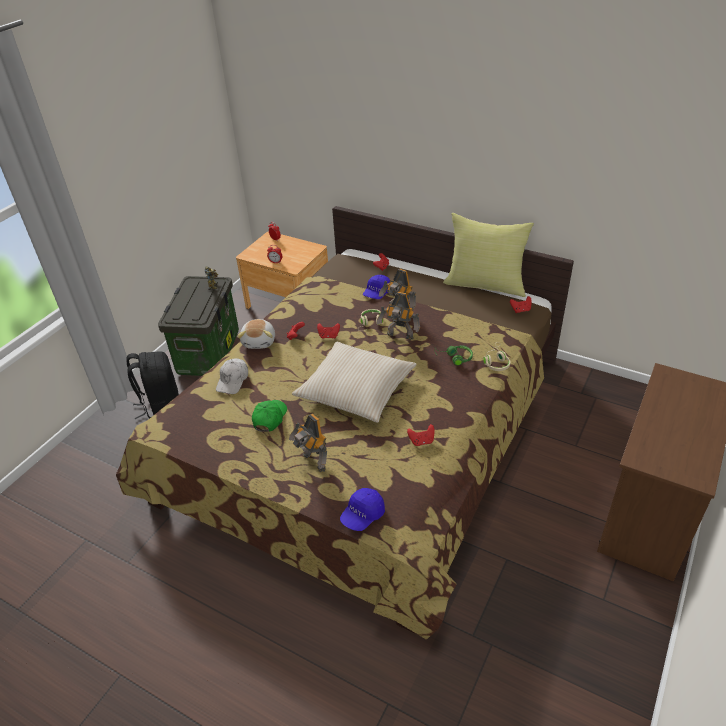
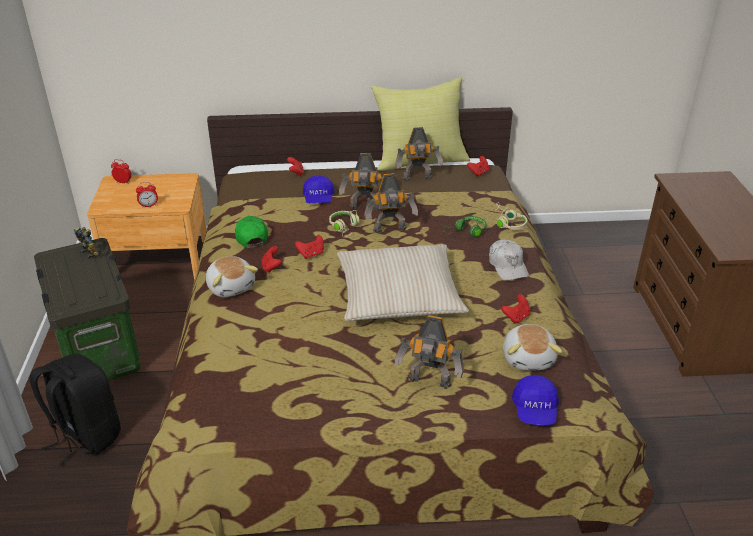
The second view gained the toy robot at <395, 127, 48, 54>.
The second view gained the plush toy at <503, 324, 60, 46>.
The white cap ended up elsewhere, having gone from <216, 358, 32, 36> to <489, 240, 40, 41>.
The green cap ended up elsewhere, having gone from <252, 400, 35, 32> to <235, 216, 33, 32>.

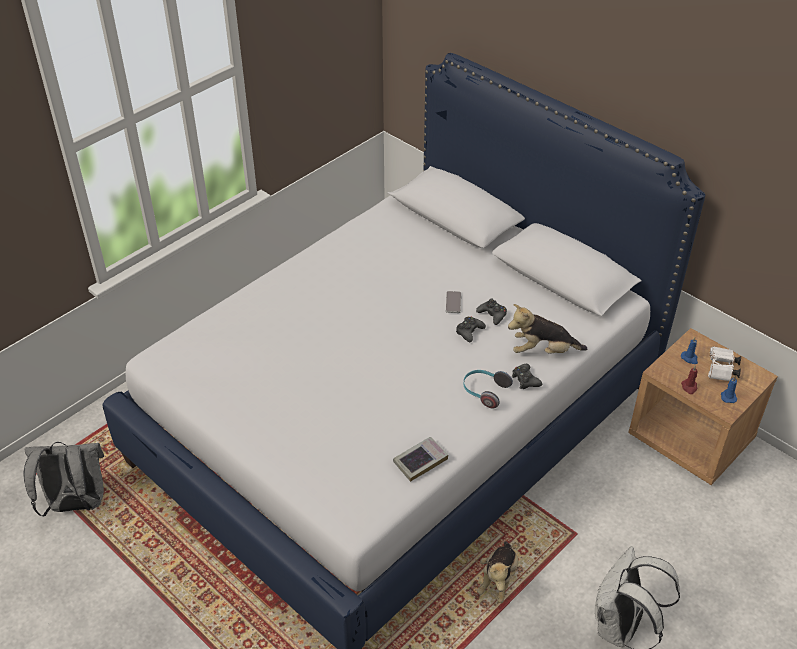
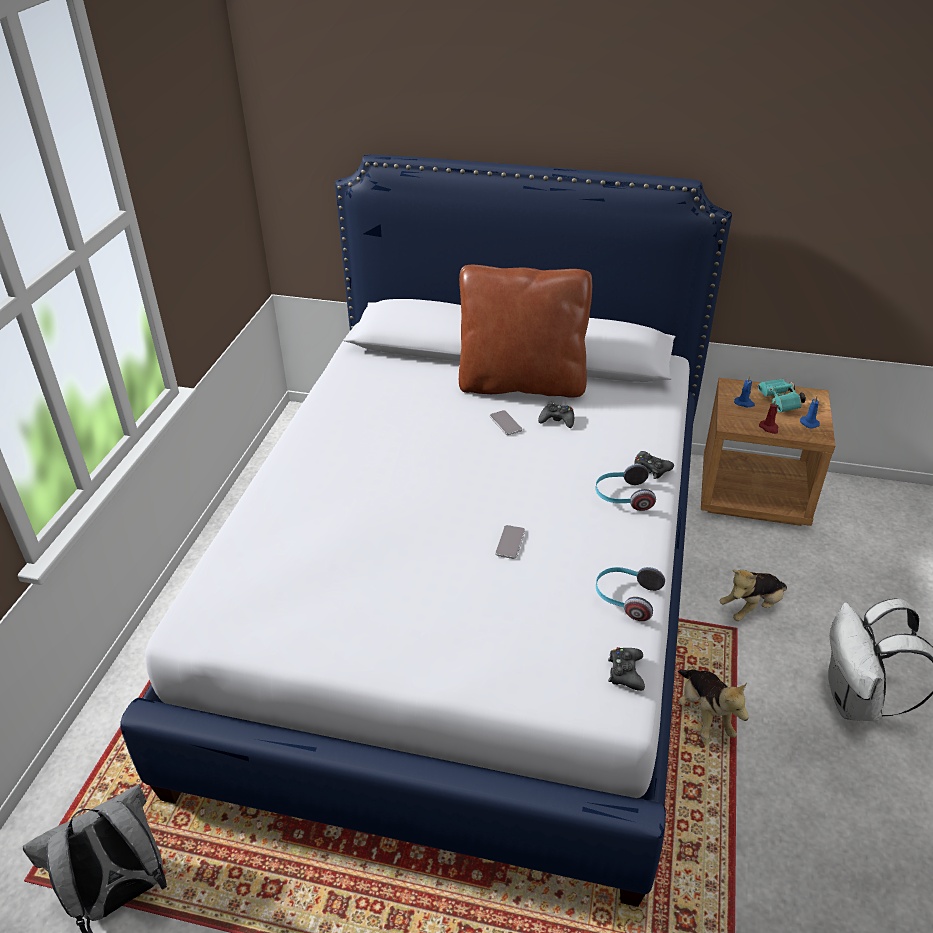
The second view gained the brown pillow at <459, 265, 133, 133>.
The second view gained the phone at <495, 525, 30, 34>.
The black game controller ended up elsewhere, having gone from <456, 316, 30, 26> to <608, 647, 37, 44>.
The plush toy ended up elsewhere, having gone from <508, 304, 79, 50> to <720, 570, 67, 51>.
Where the book stood at <393, 437, 56, 45>, the headphones came to stand at <596, 567, 69, 54>.
What was the white binoculars at <708, 346, 33, 35> turned into the turquoise binoculars at <757, 379, 49, 34>.

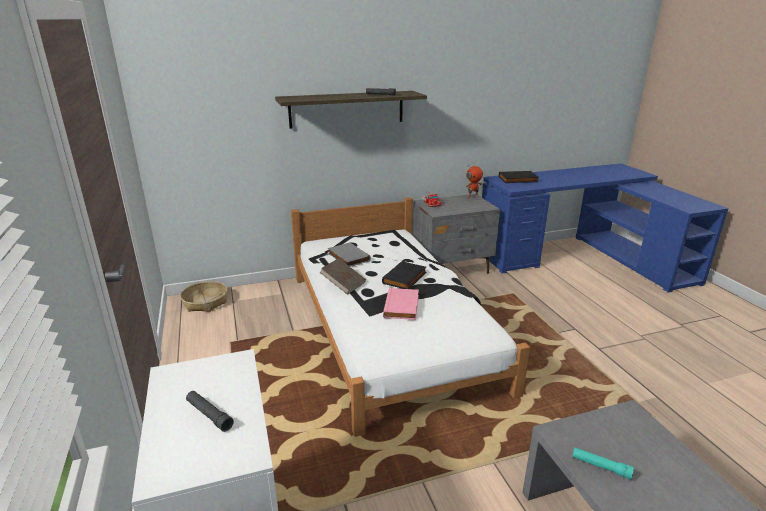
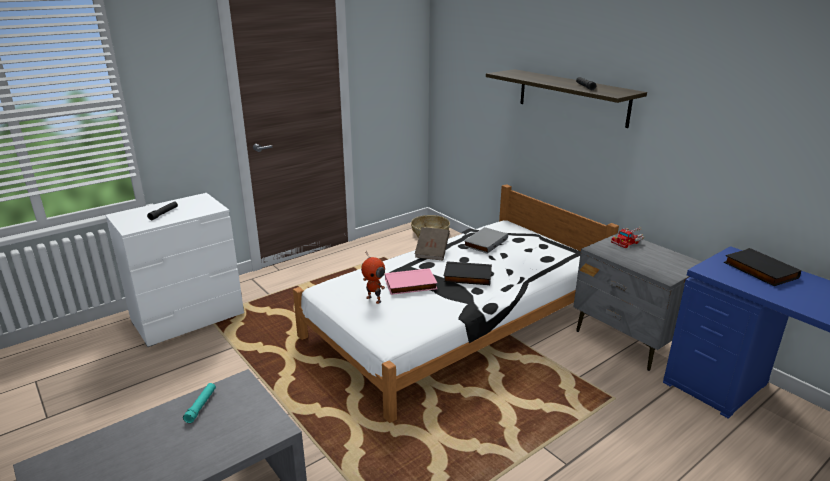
The toy robot ended up elsewhere, having gone from <465, 165, 18, 34> to <361, 251, 24, 53>.

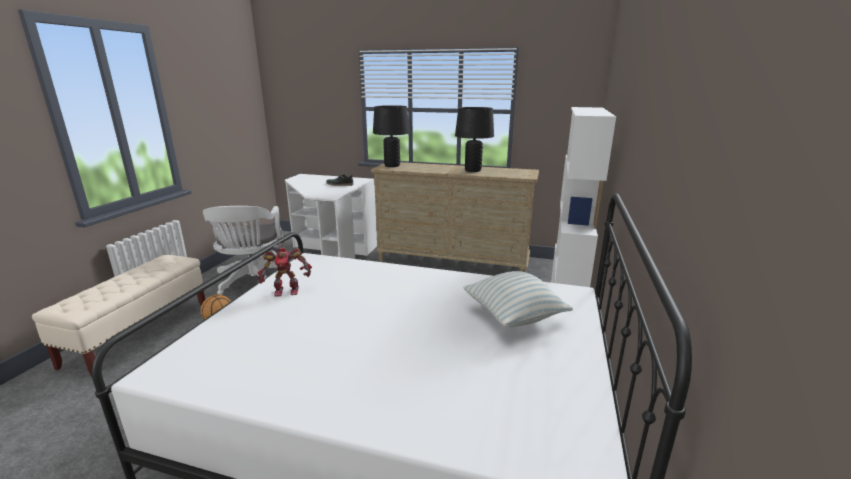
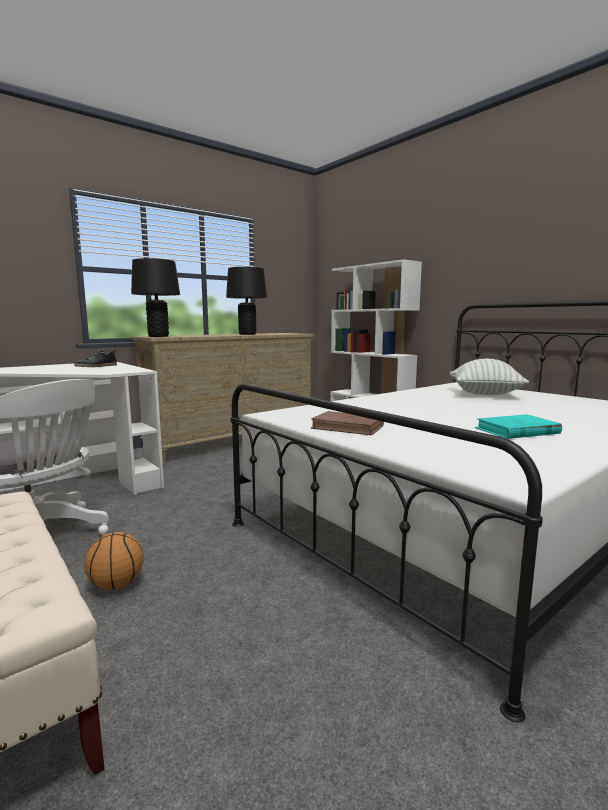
The second view gained the turquoise book at <475, 414, 87, 25>.
Where the toy robot stood at <258, 243, 54, 54>, the brown book came to stand at <311, 411, 73, 24>.

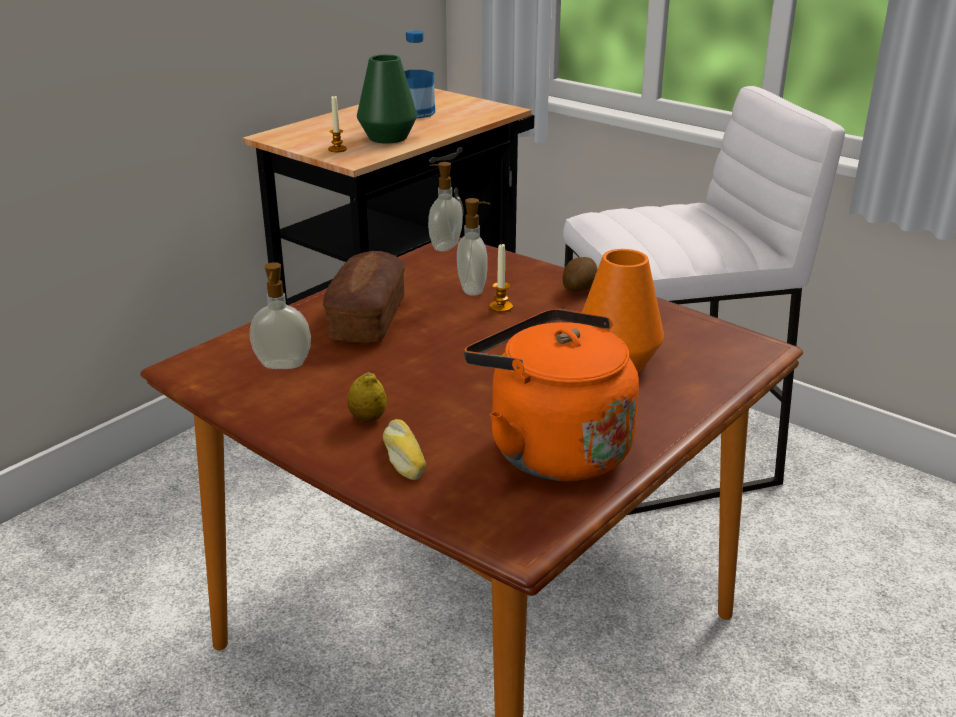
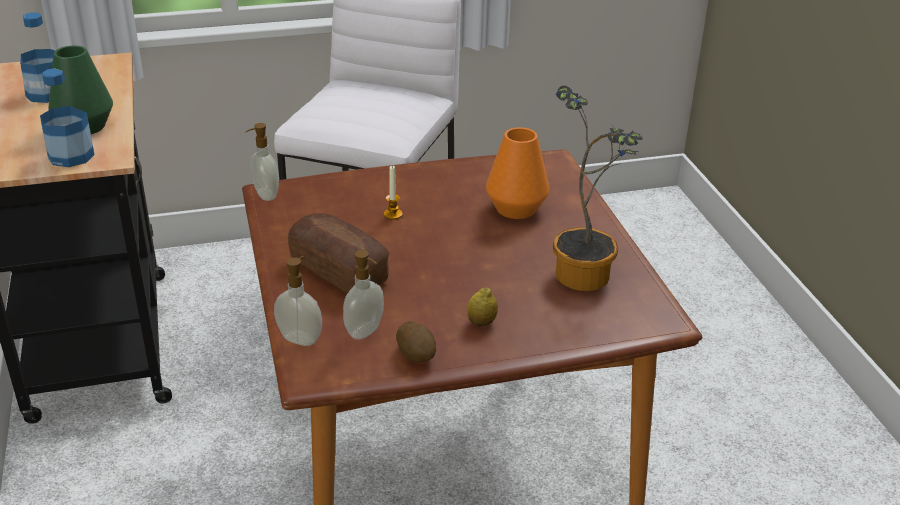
The second view lost the bread at <383, 419, 43, 61>.
The soap dispenser ended up elsewhere, having gone from <457, 198, 33, 98> to <274, 255, 48, 91>.
The potato ended up elsewhere, having gone from <563, 257, 35, 34> to <396, 321, 40, 41>.
Where the candle stood at <328, 96, 19, 56>, the bottle came to stand at <40, 68, 55, 99>.
Where the orange kettle stood at <464, 309, 175, 172>, the potted plant came to stand at <553, 85, 90, 206>.

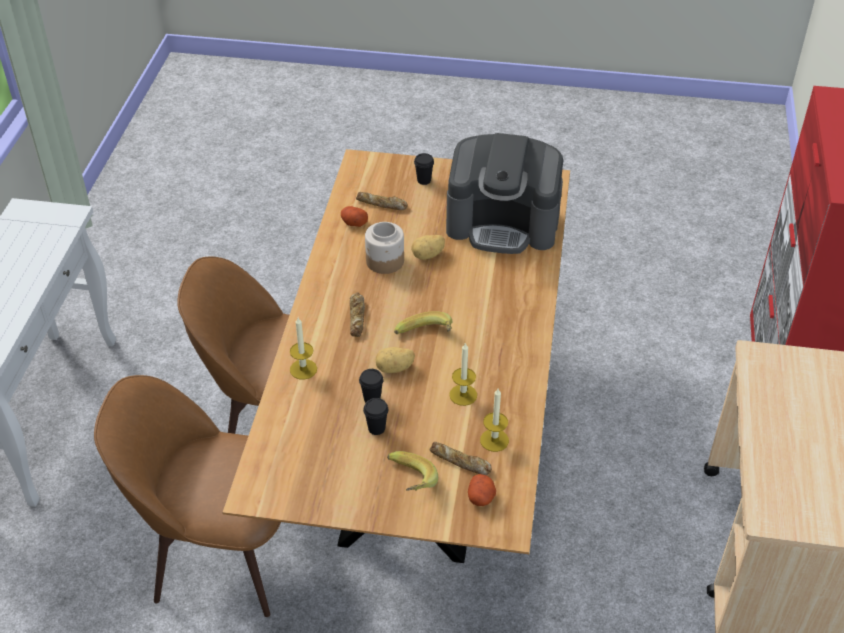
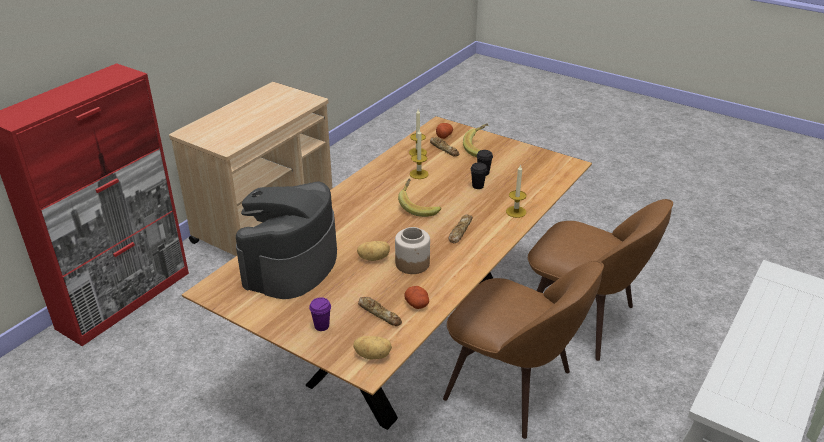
The potato ended up elsewhere, having gone from <376, 347, 39, 26> to <353, 336, 39, 24>.
What was the black cup at <414, 153, 20, 32> turned into the purple cup at <309, 297, 22, 34>.
The coffee machine at <446, 133, 117, 121> ended up facing another way, 105 degrees counterclockwise from before.

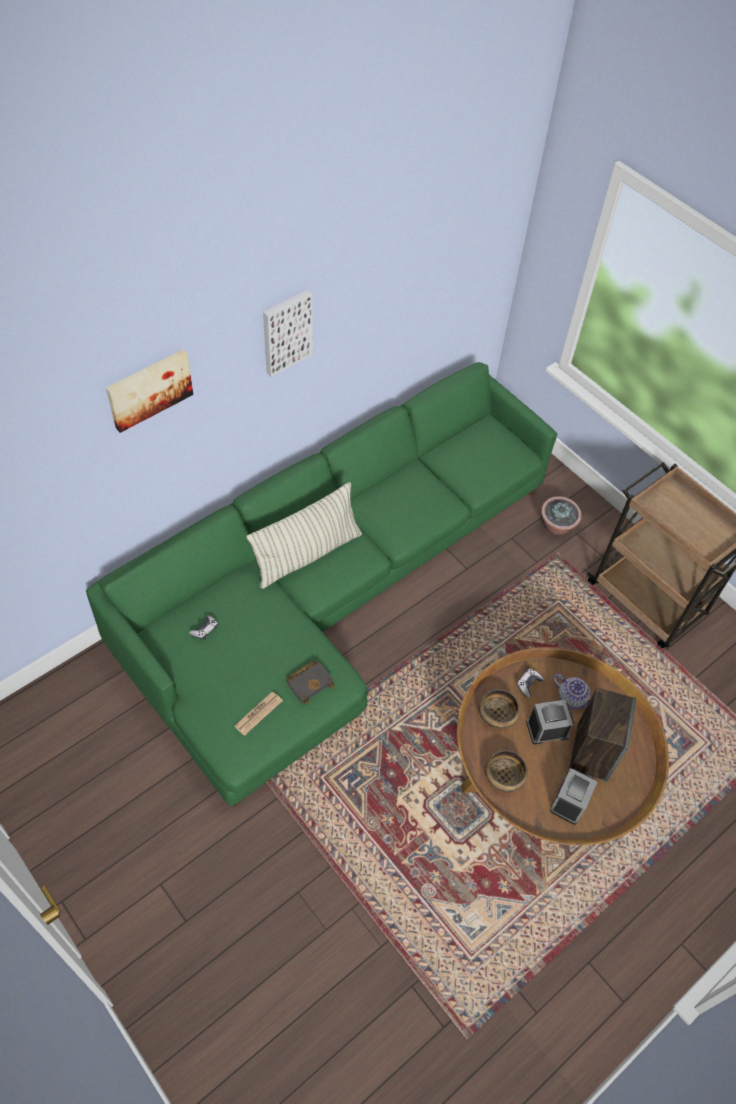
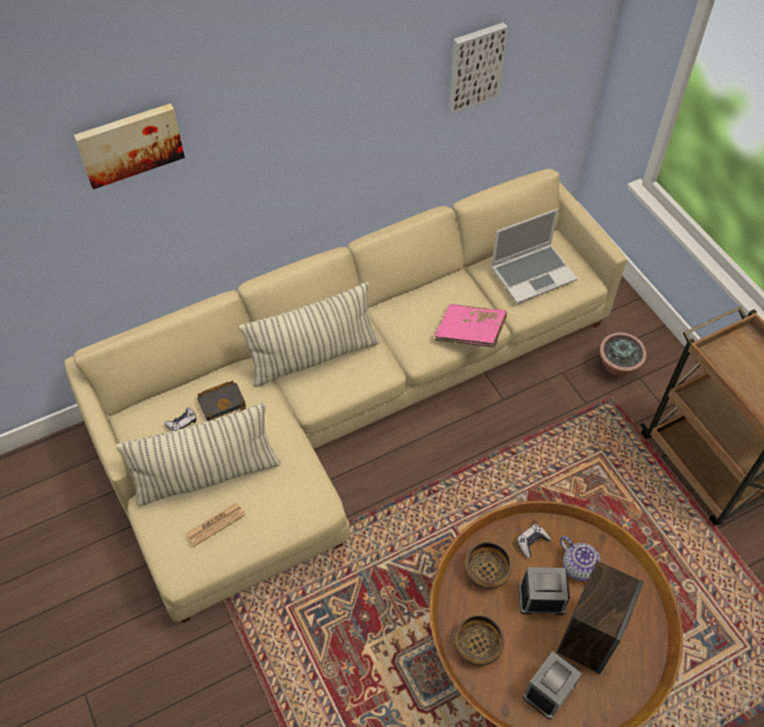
The second view gained the pillow at <116, 403, 165, 103>.
The second view gained the pink book at <434, 304, 73, 43>.
The second view gained the laptop at <491, 208, 87, 96>.
The picture ended up elsewhere, having gone from <263, 290, 50, 87> to <449, 22, 59, 92>.
The black book ended up elsewhere, having gone from <286, 660, 49, 45> to <197, 381, 49, 40>.
What was the green sofa at <86, 362, 471, 445> turned into the beige sofa at <64, 169, 563, 454>.

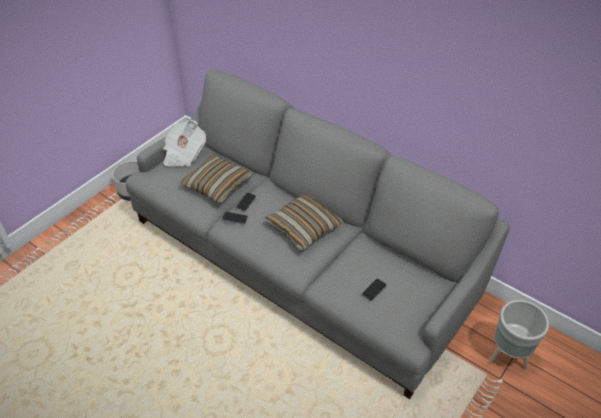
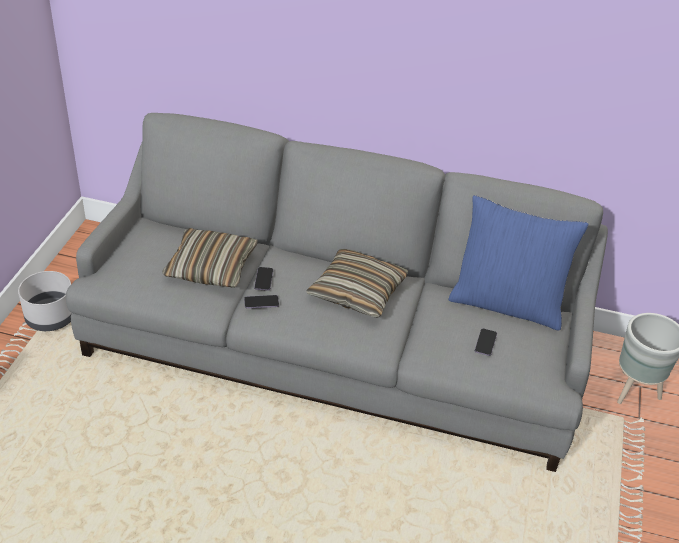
The second view lost the newspaper at <163, 120, 43, 47>.
The second view gained the blue pillow at <448, 195, 141, 136>.

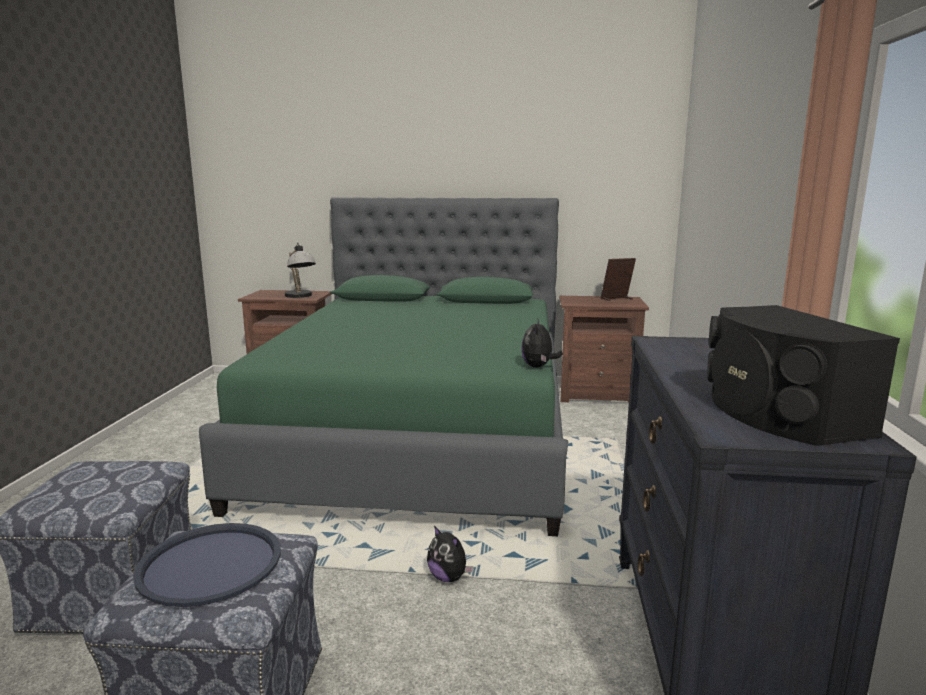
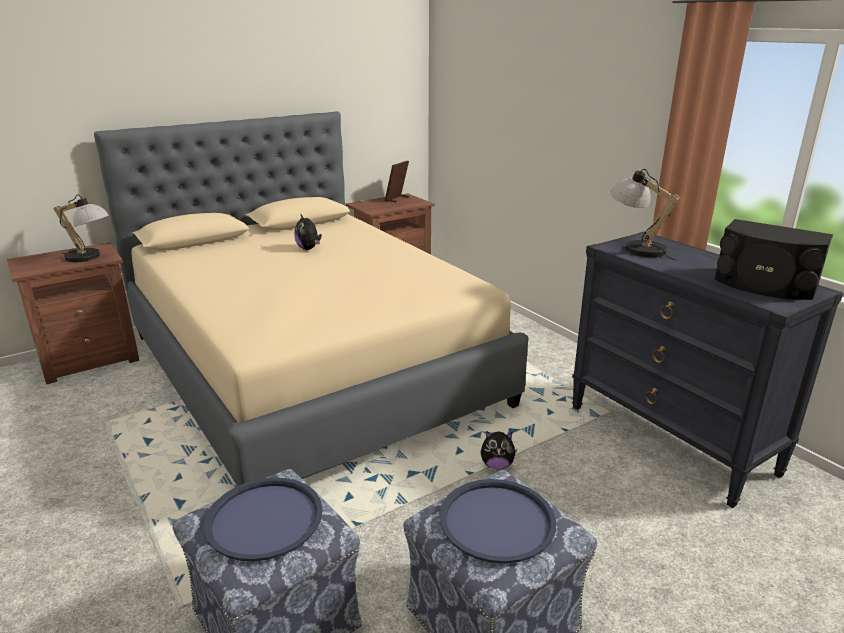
The second view gained the blue tray at <204, 477, 119, 85>.
The second view gained the table lamp at <610, 169, 70, 91>.
The plush toy ended up elsewhere, having gone from <521, 320, 42, 47> to <294, 215, 28, 35>.
What was the green bed at <199, 197, 369, 339> turned into the beige bed at <94, 112, 435, 374>.

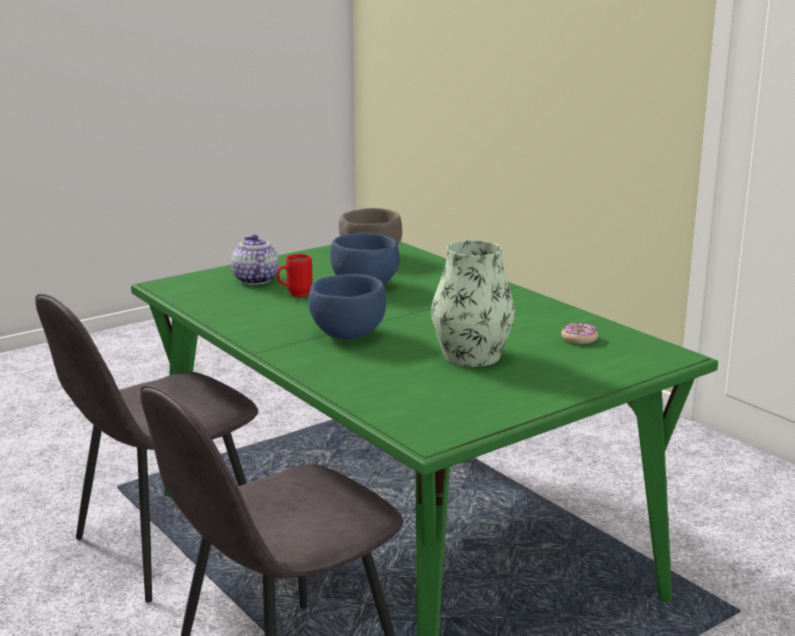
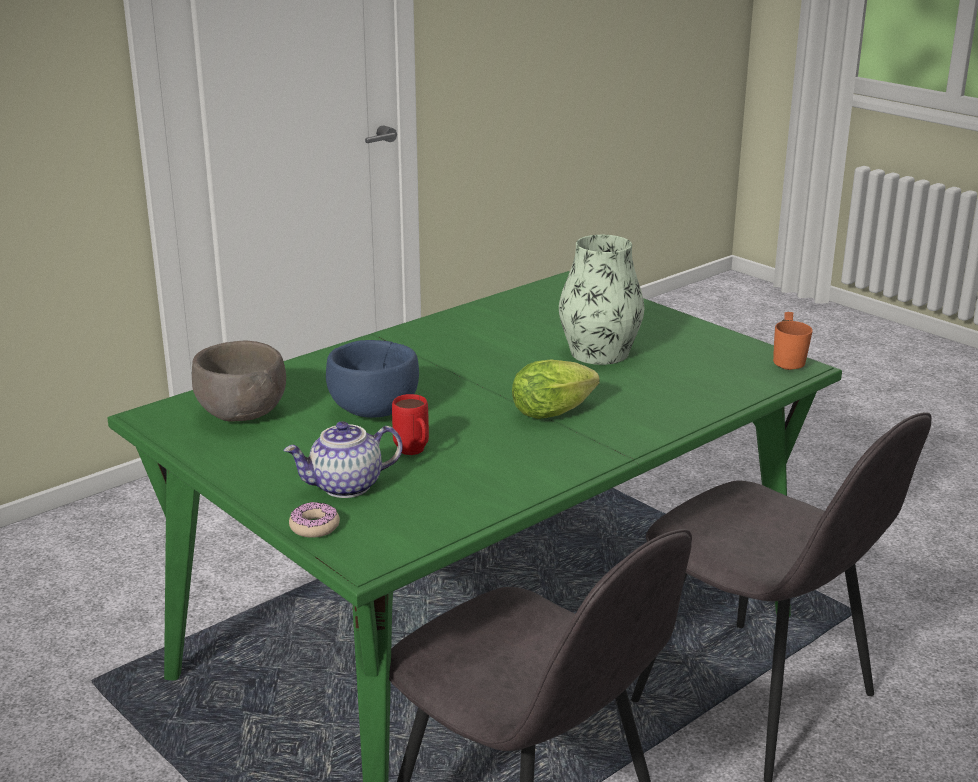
The second view gained the orange mug at <773, 312, 40, 58>.
The donut ended up elsewhere, having gone from <561, 323, 37, 21> to <289, 502, 51, 36>.
Where the blue bowl stood at <308, 274, 78, 65>, the lettuce came to stand at <512, 359, 88, 60>.

